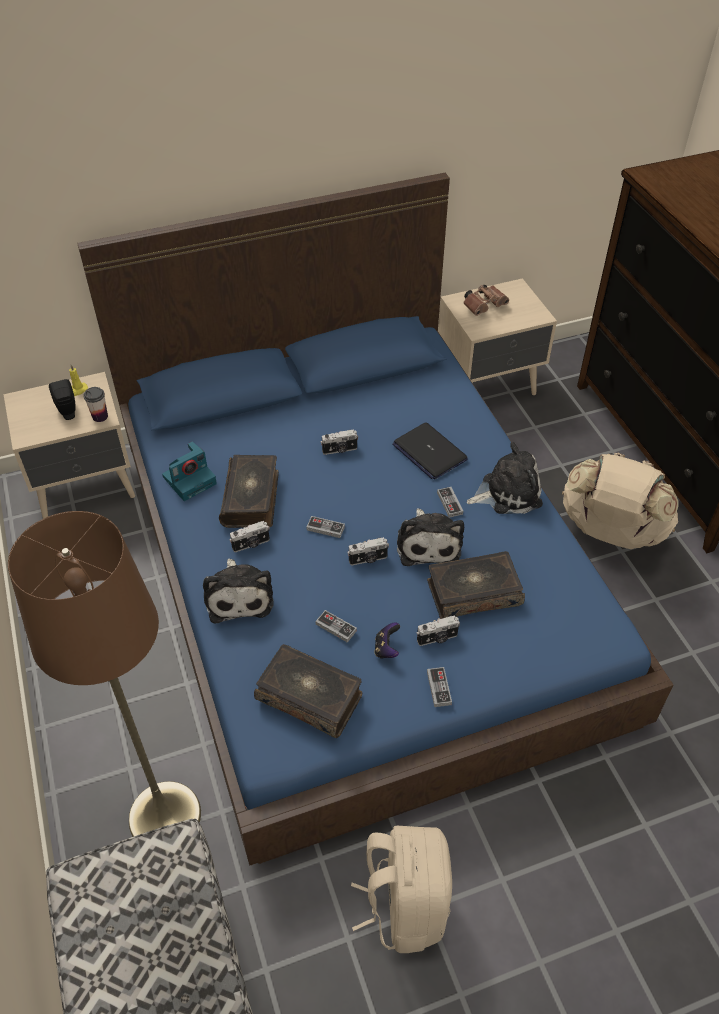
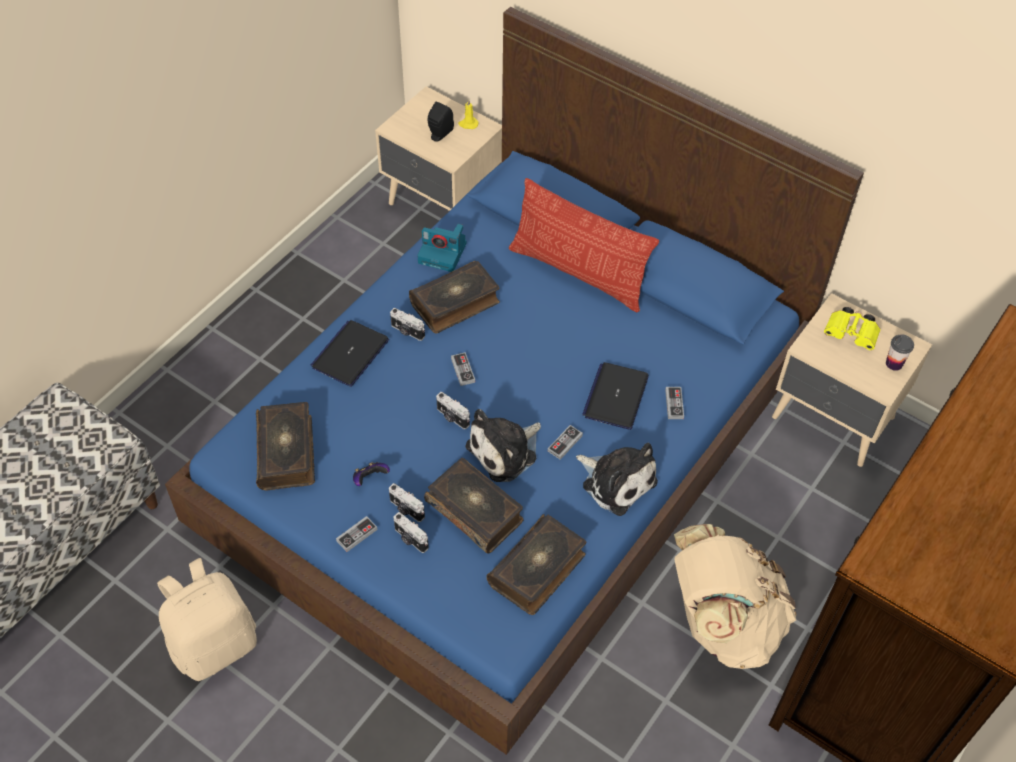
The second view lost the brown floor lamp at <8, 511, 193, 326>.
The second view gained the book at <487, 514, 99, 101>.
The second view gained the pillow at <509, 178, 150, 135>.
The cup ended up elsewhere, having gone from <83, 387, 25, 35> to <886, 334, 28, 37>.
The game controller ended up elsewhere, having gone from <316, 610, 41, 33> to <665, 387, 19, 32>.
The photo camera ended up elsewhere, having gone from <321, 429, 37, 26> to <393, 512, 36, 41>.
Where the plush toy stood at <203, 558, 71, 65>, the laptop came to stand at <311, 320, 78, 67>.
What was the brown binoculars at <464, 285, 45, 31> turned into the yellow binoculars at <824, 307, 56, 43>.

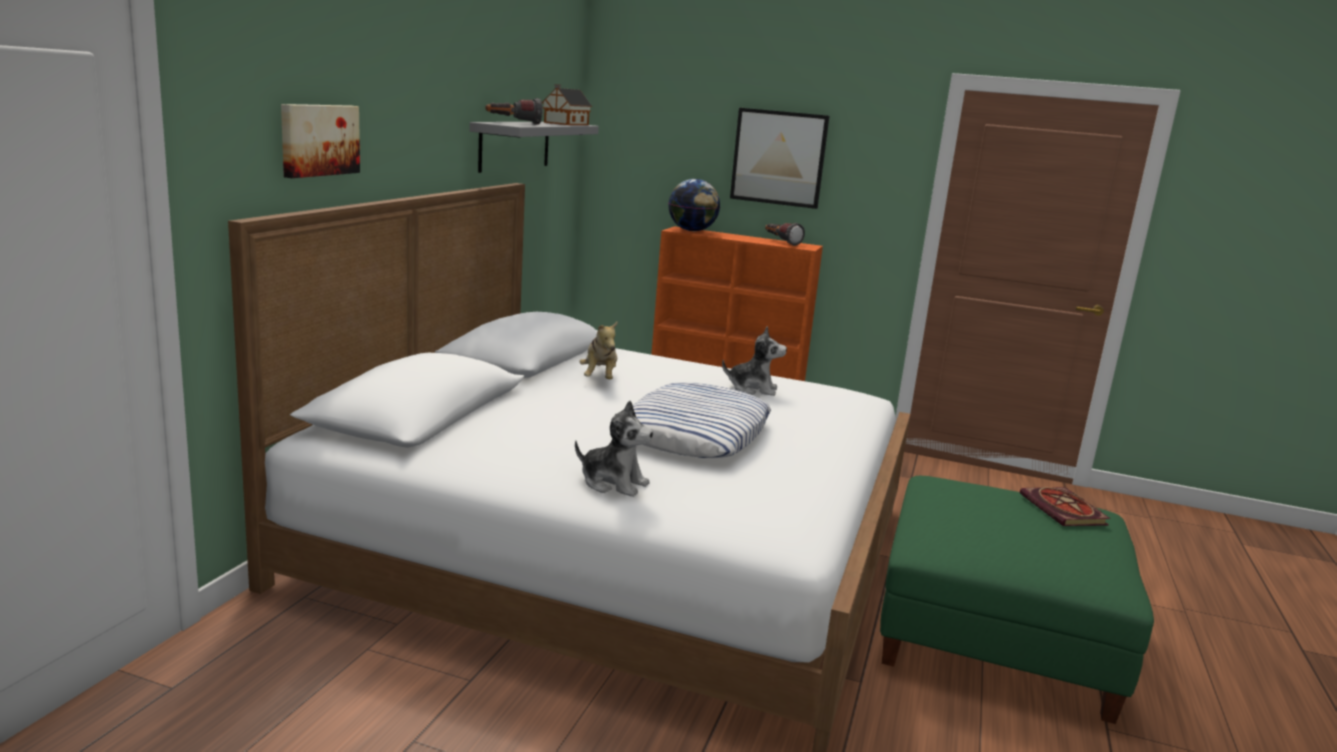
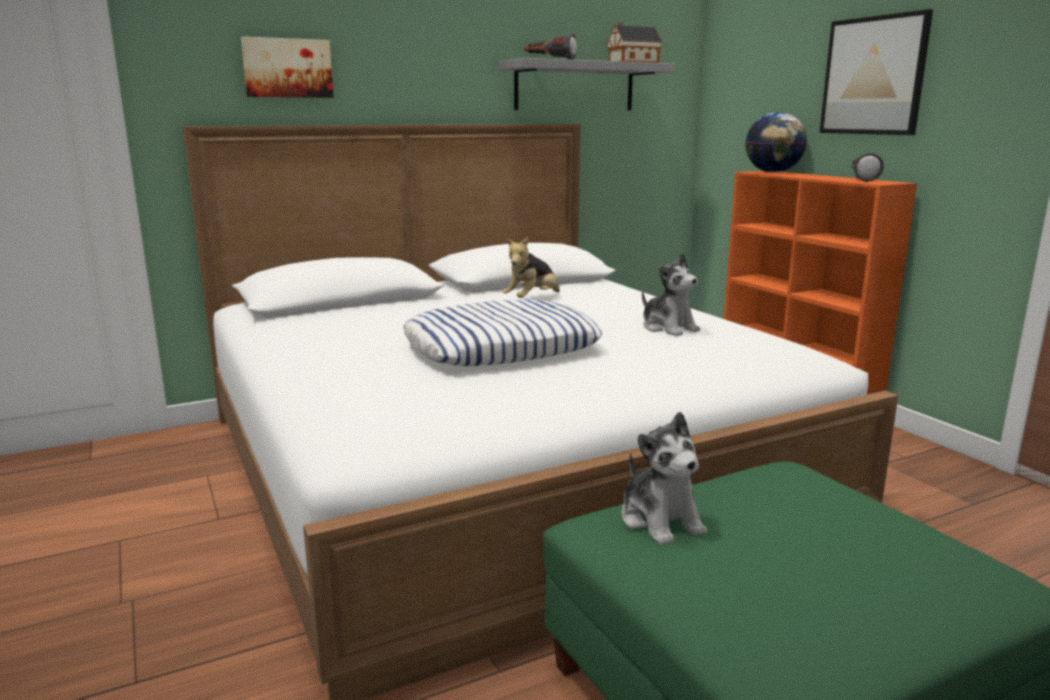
The second view lost the book at <1020, 487, 90, 39>.
The plush toy ended up elsewhere, having gone from <575, 401, 78, 96> to <621, 412, 86, 134>.

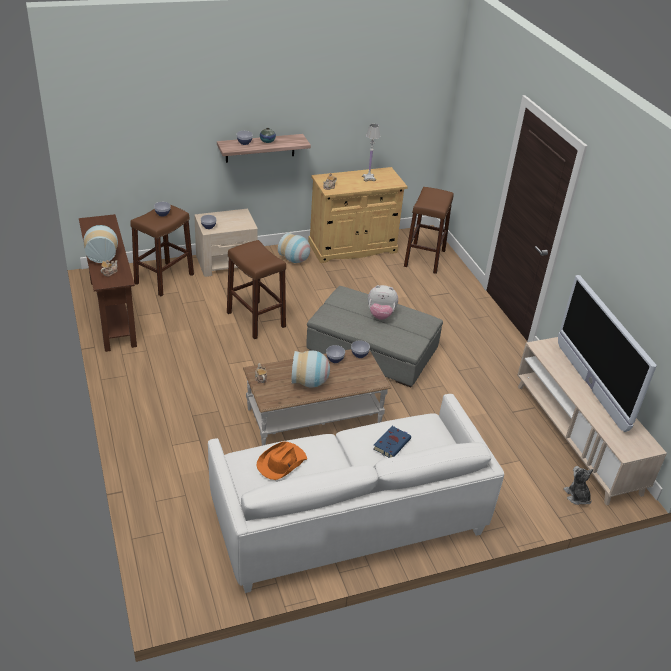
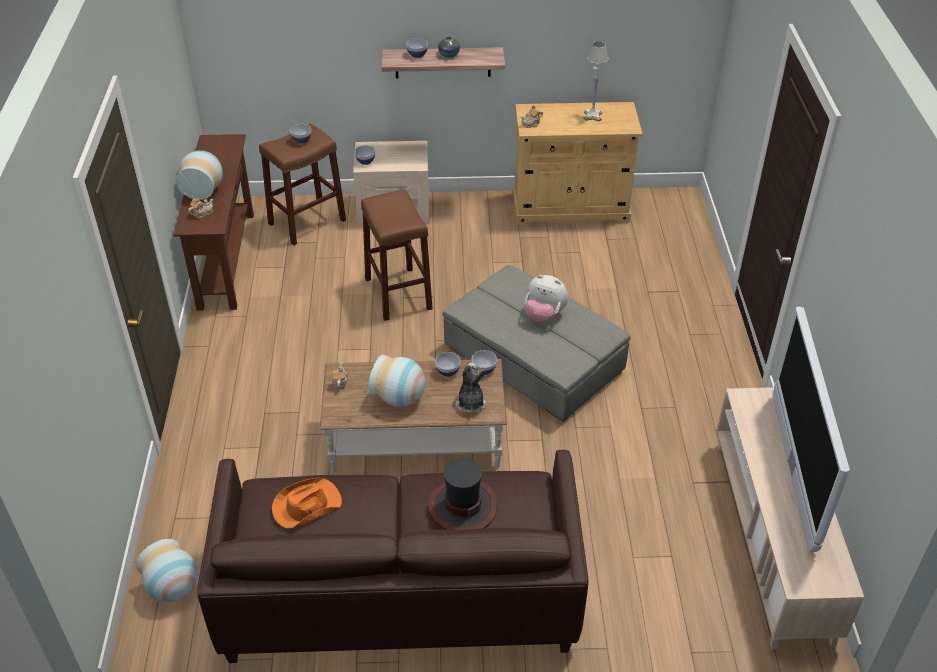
The second view lost the brown stool at <404, 187, 50, 87>.
The vase ended up elsewhere, having gone from <278, 233, 32, 30> to <136, 539, 62, 63>.
The plush toy ended up elsewhere, having gone from <563, 466, 30, 39> to <455, 363, 32, 50>.
Where the blue book stood at <373, 426, 38, 32>, the hat came to stand at <428, 458, 70, 72>.
What was the white sofa at <208, 394, 296, 199> turned into the brown sofa at <197, 450, 391, 213>.

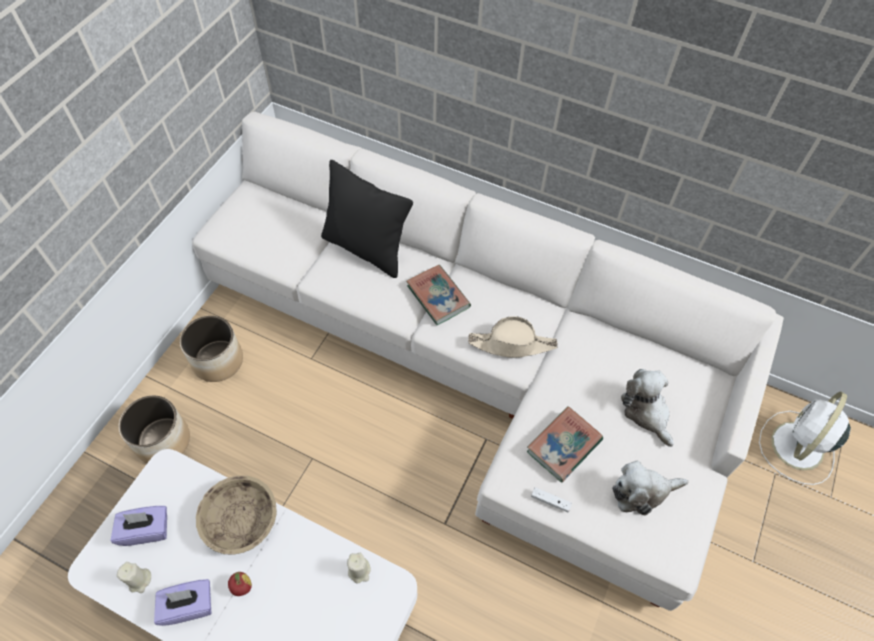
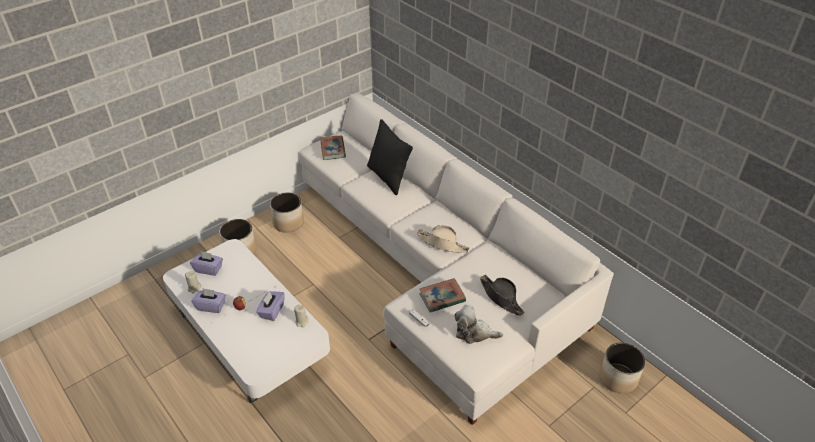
The second view lost the beige bowl at <196, 475, 81, 79>.
The second view gained the purple tissue box at <256, 291, 29, 30>.
The book ended up elsewhere, having gone from <406, 265, 65, 60> to <320, 136, 26, 24>.
Where the plush toy stood at <621, 369, 53, 78>, the black hat came to stand at <480, 275, 44, 41>.
Where the white fan stood at <759, 392, 92, 93>, the planter came to stand at <599, 342, 46, 52>.

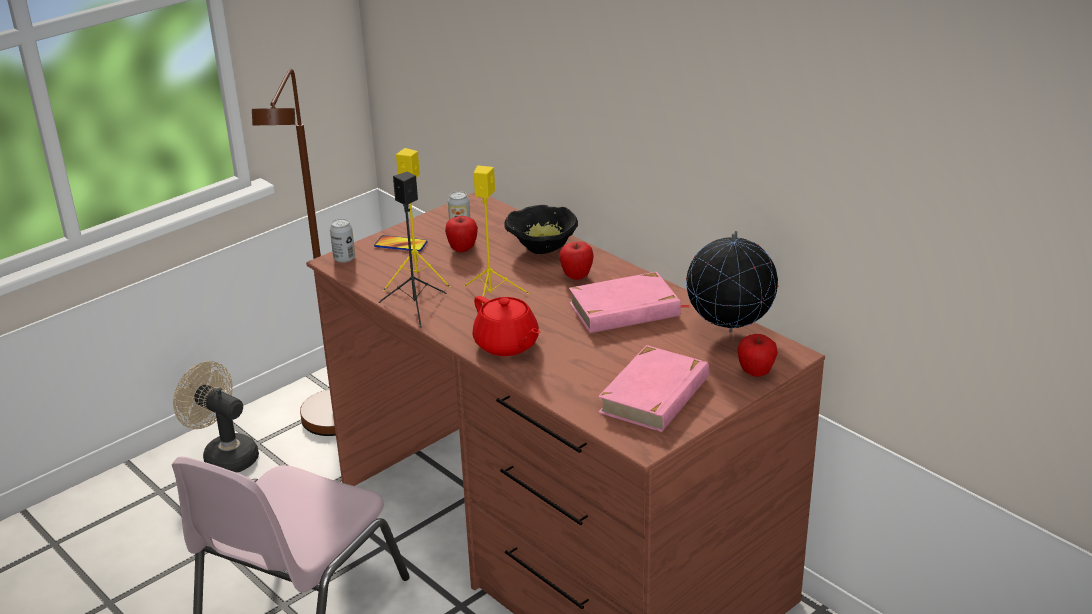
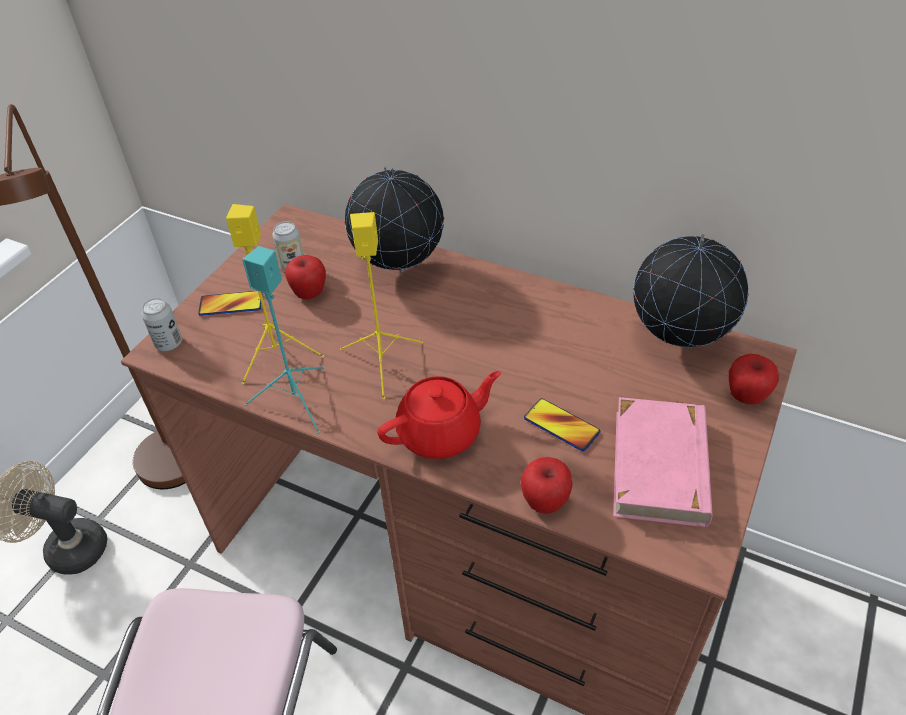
The second view lost the pink book at <569, 272, 121, 61>.
The second view gained the phone at <524, 398, 76, 53>.
The apple ended up elsewhere, having gone from <559, 242, 35, 38> to <520, 457, 53, 57>.
Where the black bowl stood at <504, 205, 74, 49>, the globe came to stand at <345, 166, 99, 106>.
What was the black speaker at <379, 171, 67, 157> turned into the turquoise speaker at <242, 246, 82, 188>.
The red teapot at <473, 296, 67, 60> ended up facing another way, 60 degrees counterclockwise from before.

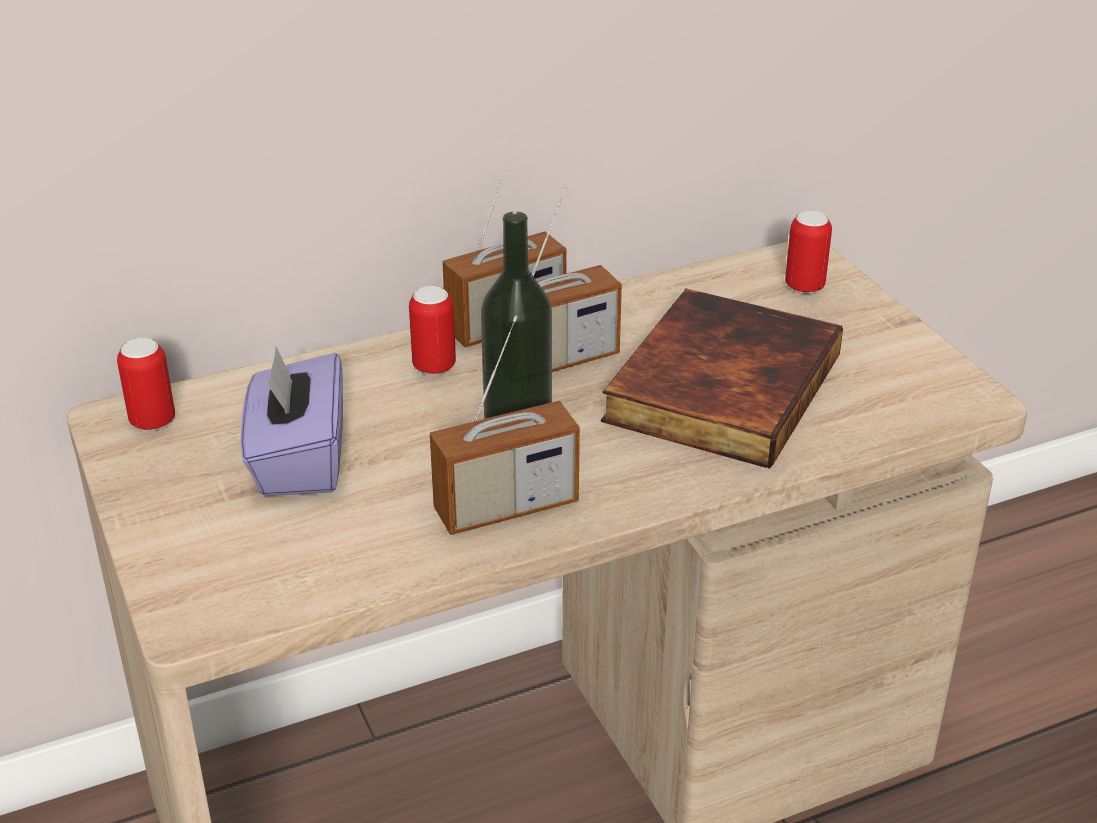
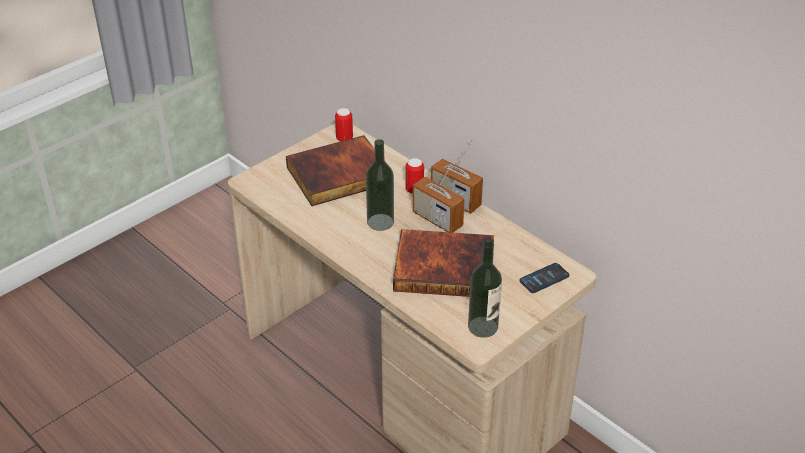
The second view lost the radio at <430, 316, 150, 219>.
The second view gained the bottle at <468, 241, 34, 97>.
Where the purple tissue box stood at <240, 347, 103, 149>, the book came to stand at <286, 135, 89, 71>.
Where the can stood at <785, 211, 47, 83>, the phone came to stand at <519, 263, 50, 30>.

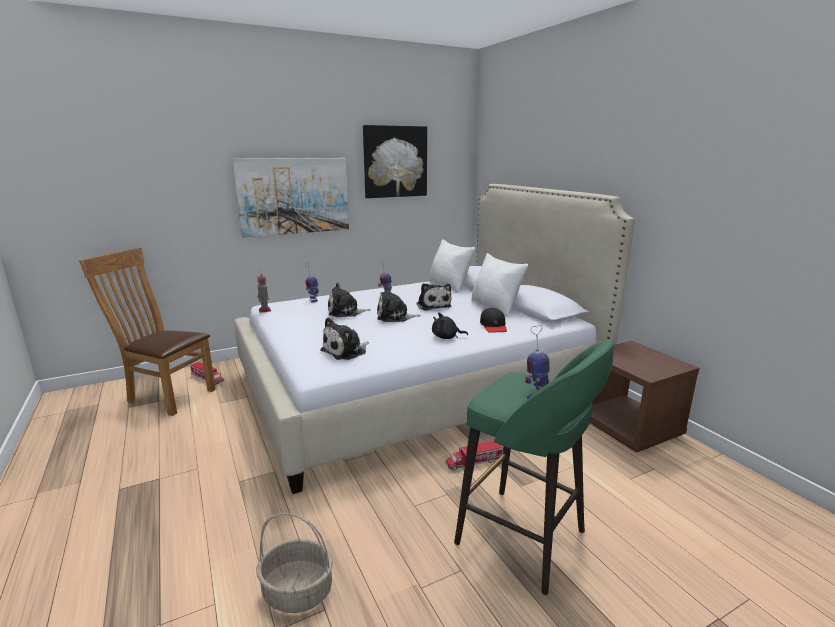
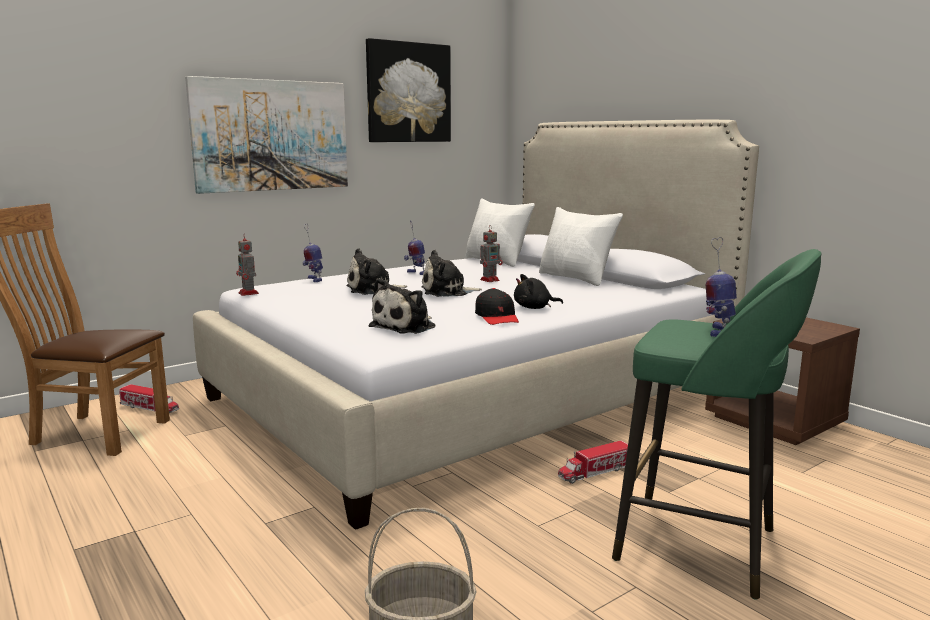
The black cap ended up elsewhere, having gone from <480, 307, 27, 26> to <475, 288, 44, 37>.
Where the plush toy stood at <416, 283, 35, 28>, the toy robot came to stand at <480, 226, 23, 56>.

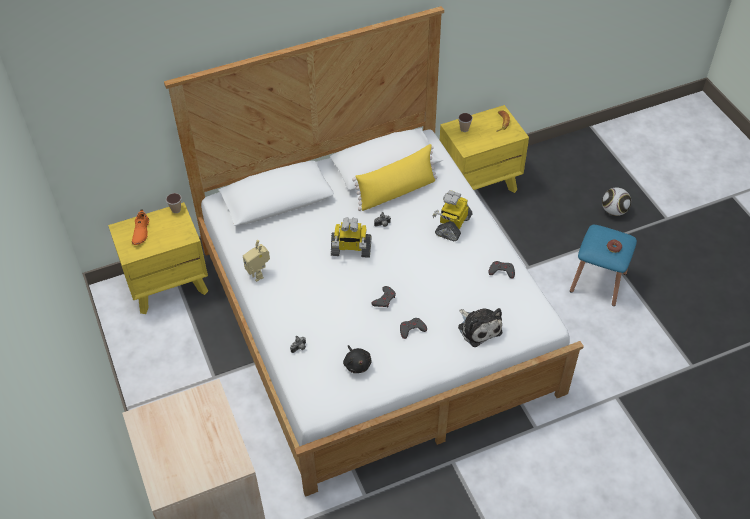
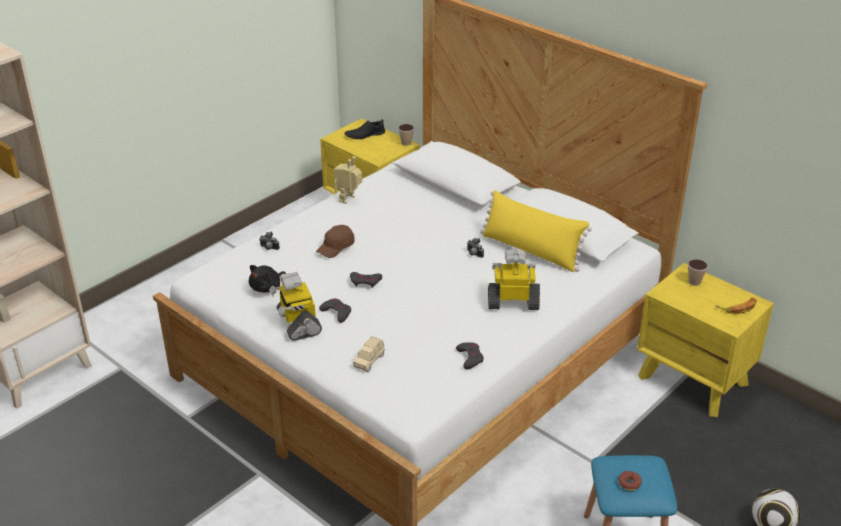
The second view gained the brown cap at <316, 225, 39, 33>.
The toy robot ended up elsewhere, having gone from <331, 217, 40, 41> to <269, 272, 53, 69>.
Where the plush toy stood at <458, 308, 44, 39>, the beige toy car came to stand at <353, 336, 32, 37>.
What was the orange shoe at <132, 209, 17, 36> turned into the black shoe at <344, 119, 41, 20>.

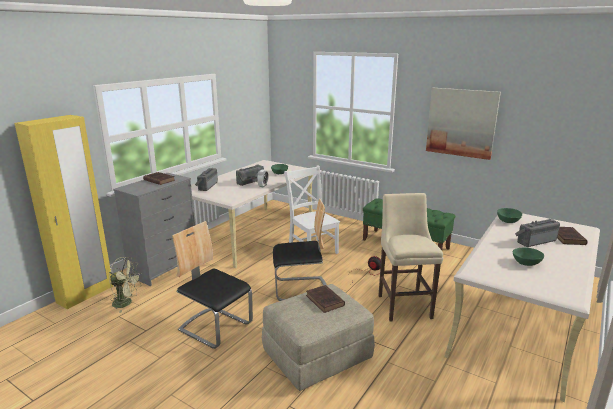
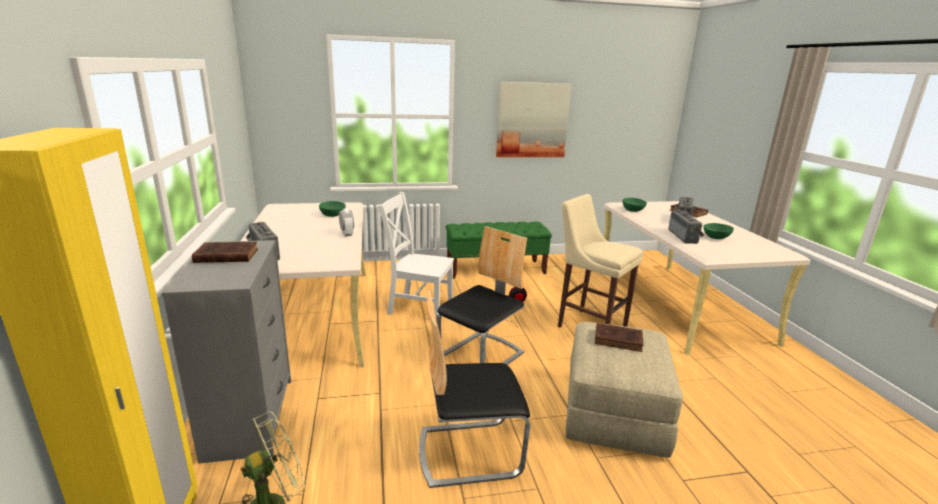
The radio ended up elsewhere, having gone from <236, 165, 28, 21> to <668, 210, 36, 34>.

